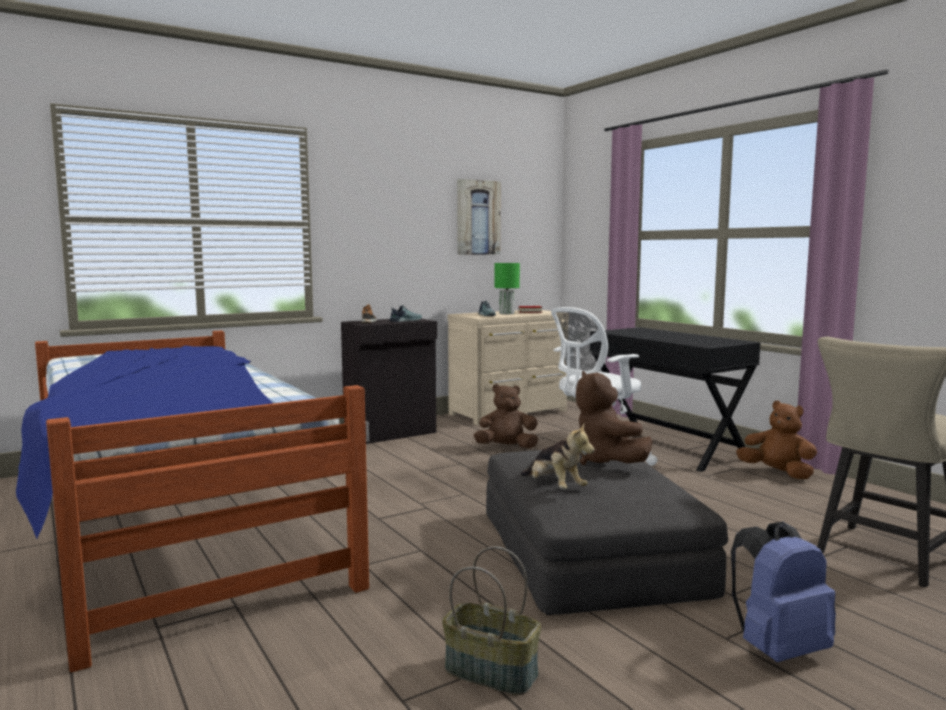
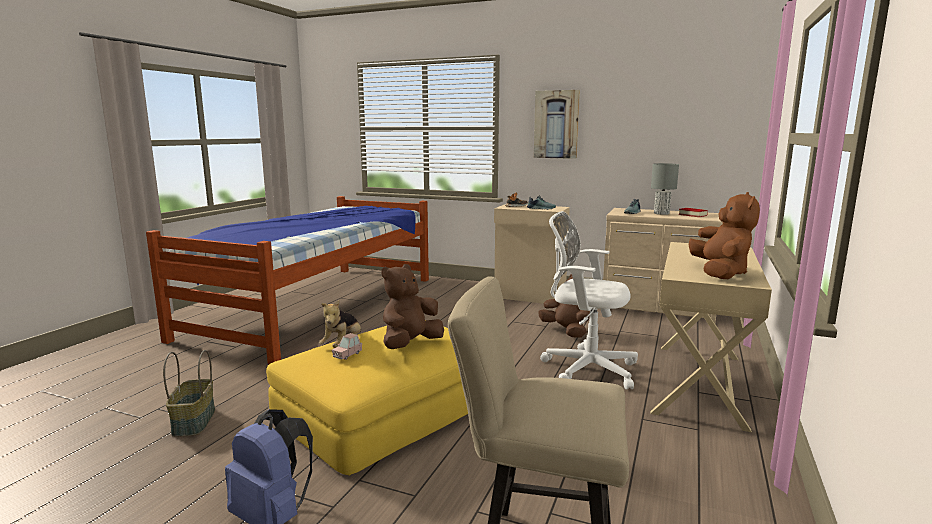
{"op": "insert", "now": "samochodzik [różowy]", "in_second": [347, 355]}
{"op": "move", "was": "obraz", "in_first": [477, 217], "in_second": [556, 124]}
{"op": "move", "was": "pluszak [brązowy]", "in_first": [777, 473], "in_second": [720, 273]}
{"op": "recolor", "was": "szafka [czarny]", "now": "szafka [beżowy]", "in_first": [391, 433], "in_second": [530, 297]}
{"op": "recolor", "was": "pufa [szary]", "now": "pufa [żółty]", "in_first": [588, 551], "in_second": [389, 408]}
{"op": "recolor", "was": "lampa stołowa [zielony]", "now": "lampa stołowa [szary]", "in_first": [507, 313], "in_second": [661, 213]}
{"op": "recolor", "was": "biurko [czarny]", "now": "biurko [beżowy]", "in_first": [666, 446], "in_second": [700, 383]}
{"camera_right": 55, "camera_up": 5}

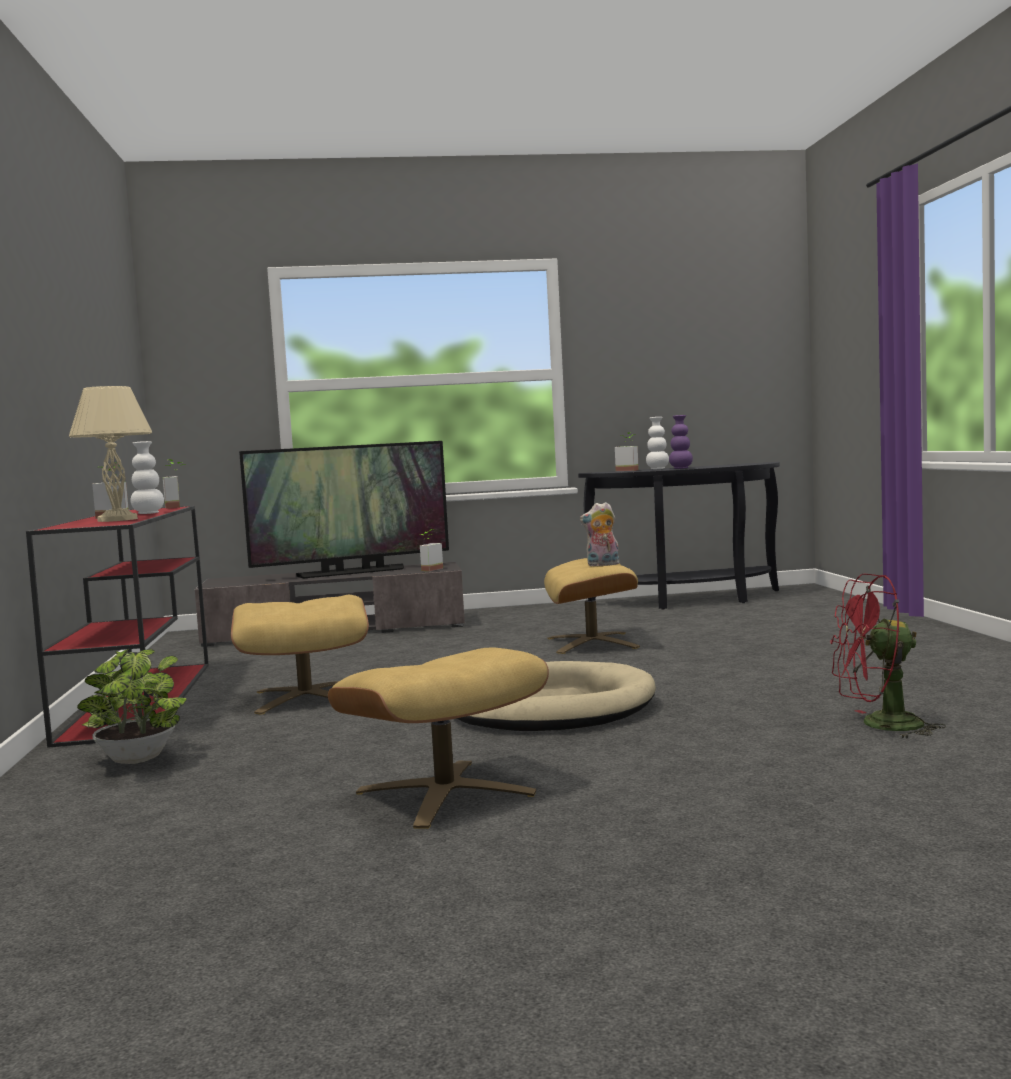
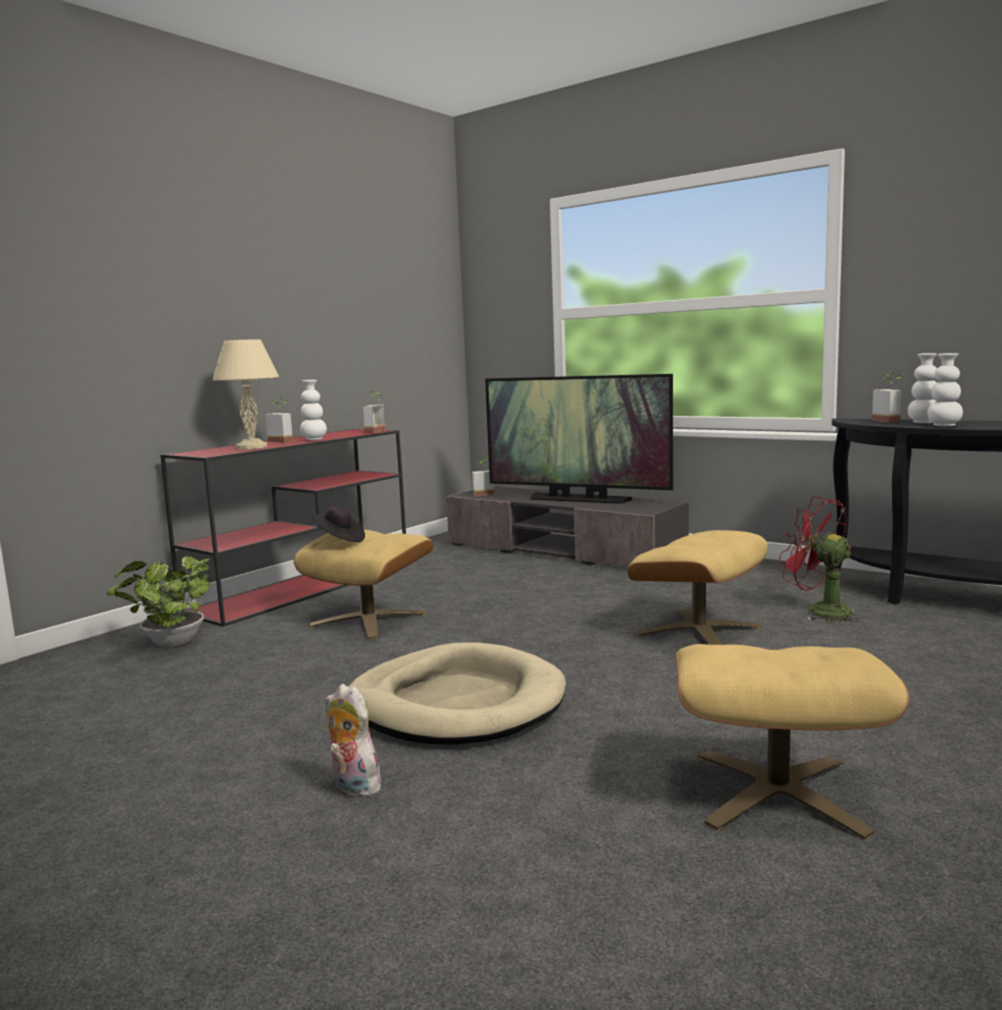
{"op": "insert", "now": "kapelusz [czarny]", "in_second": [338, 540]}
{"op": "move", "was": "pufa [beżowy]", "in_first": [445, 793], "in_second": [777, 793]}
{"op": "move", "was": "roślina doniczkowa", "in_first": [428, 569], "in_second": [482, 493]}
{"op": "move", "was": "pluszak", "in_first": [602, 565], "in_second": [352, 787]}
{"op": "move", "was": "wentylator [czerwony]", "in_first": [880, 725], "in_second": [819, 610]}
{"op": "recolor", "was": "wazon [fioletowy]", "now": "wazon [biały]", "in_first": [681, 468], "in_second": [944, 426]}
{"camera_right": 45, "camera_up": 5}

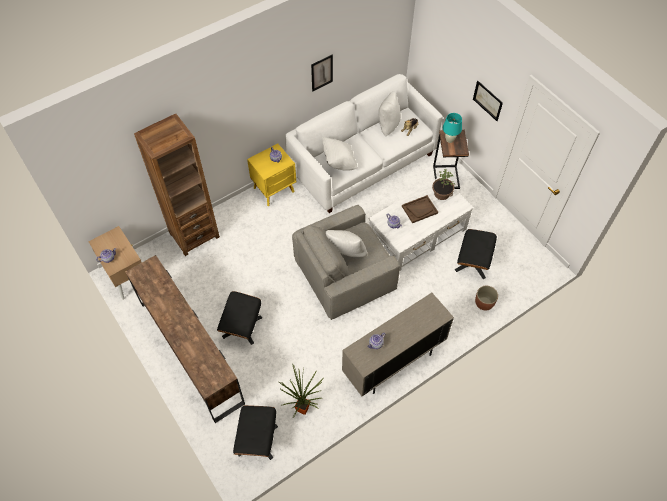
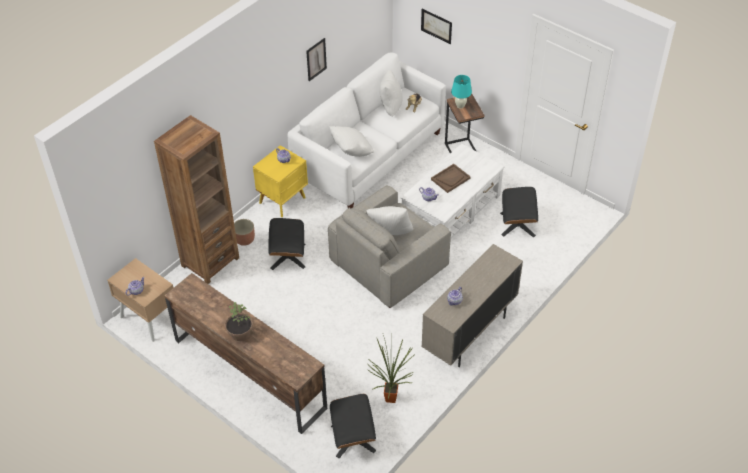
{"op": "move", "was": "pufa [czarny]", "in_first": [242, 327], "in_second": [287, 256]}
{"op": "move", "was": "roślina doniczkowa", "in_first": [441, 194], "in_second": [240, 333]}
{"op": "move", "was": "obraz", "in_first": [487, 100], "in_second": [436, 26]}
{"op": "move", "was": "donica", "in_first": [484, 303], "in_second": [244, 239]}
{"camera_right": -15, "camera_up": -10}

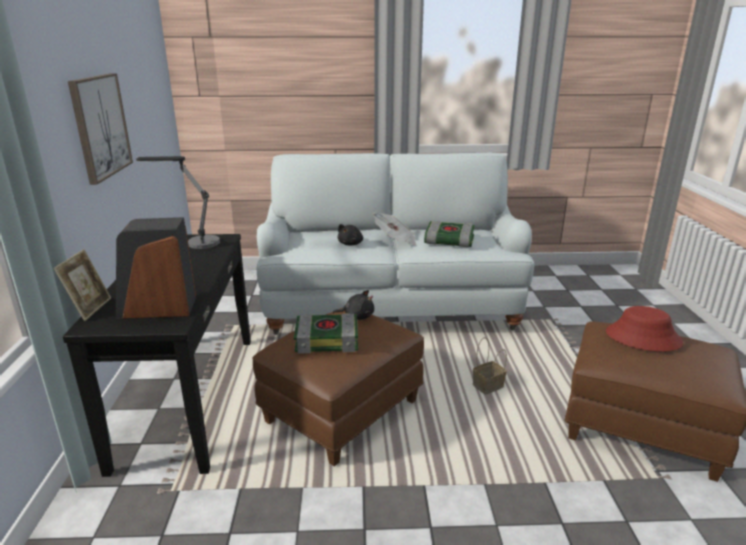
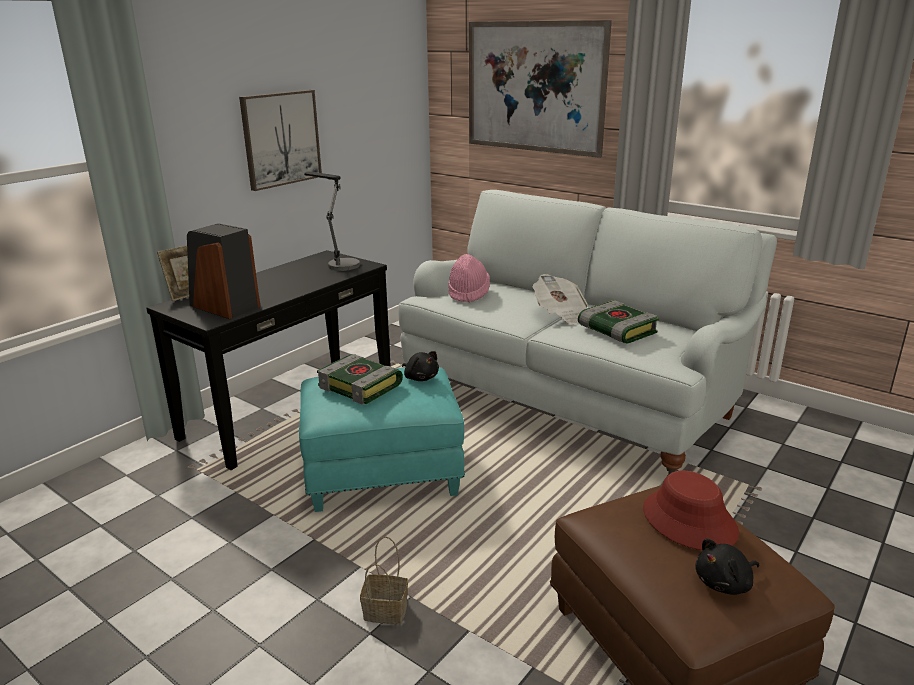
{"op": "insert", "now": "kapelusz [różowy]", "in_second": [468, 293]}
{"op": "insert", "now": "obraz", "in_second": [534, 87]}
{"op": "move", "was": "pluszak [czarny]", "in_first": [351, 244], "in_second": [725, 583]}
{"op": "move", "was": "koszyk", "in_first": [487, 387], "in_second": [384, 611]}
{"op": "recolor", "was": "pufa [brązowy]", "now": "pufa [turkusowy]", "in_first": [342, 410], "in_second": [384, 472]}
{"camera_right": 40, "camera_up": 0}

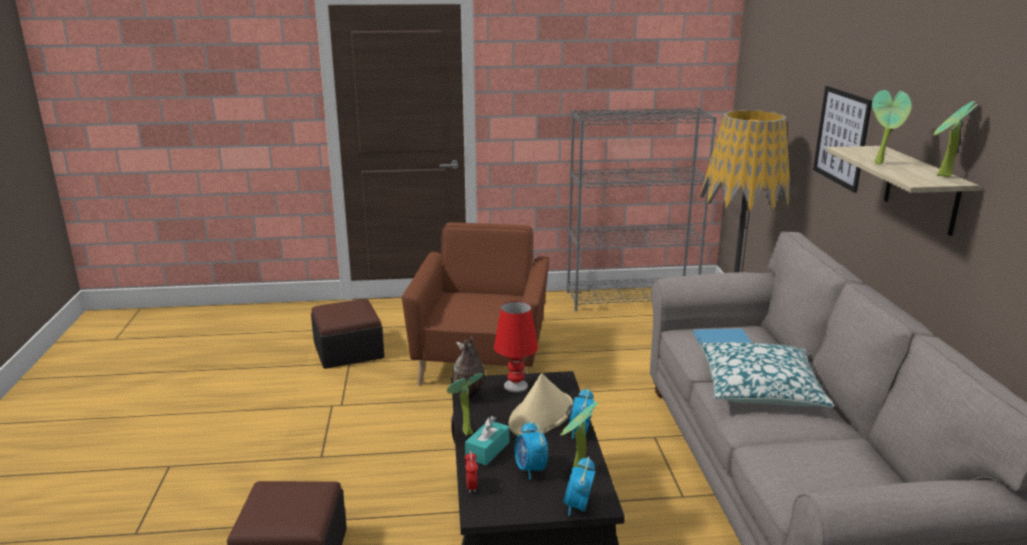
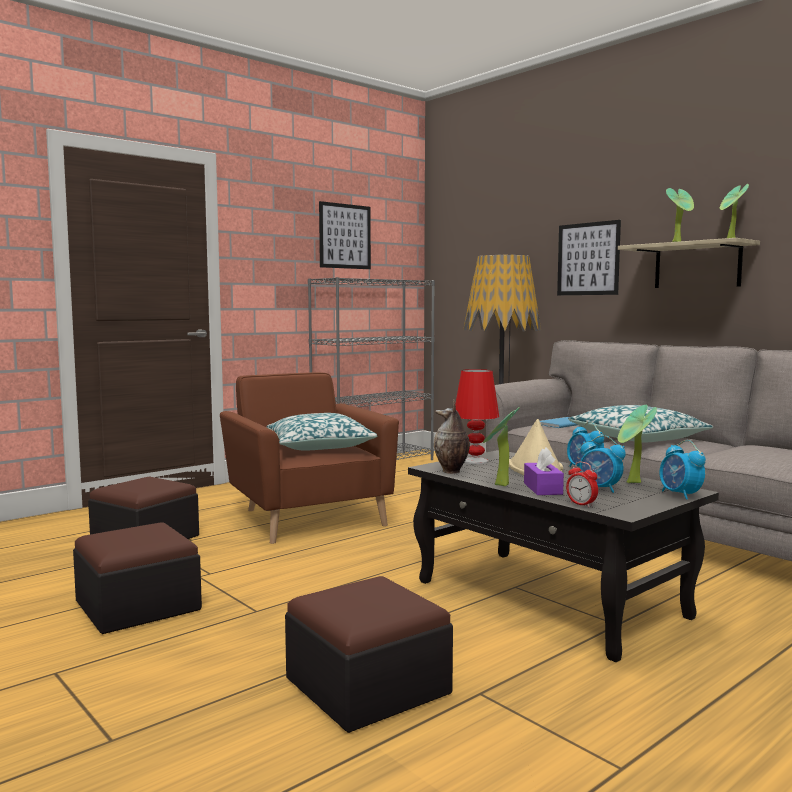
{"op": "insert", "now": "pufa", "in_second": [138, 605]}
{"op": "insert", "now": "poduszka", "in_second": [319, 446]}
{"op": "insert", "now": "obraz", "in_second": [345, 236]}
{"op": "recolor", "was": "pudełko chusteczek [turkusowy]", "now": "pudełko chusteczek [fioletowy]", "in_first": [487, 450], "in_second": [542, 488]}
{"camera_right": -35, "camera_up": -15}

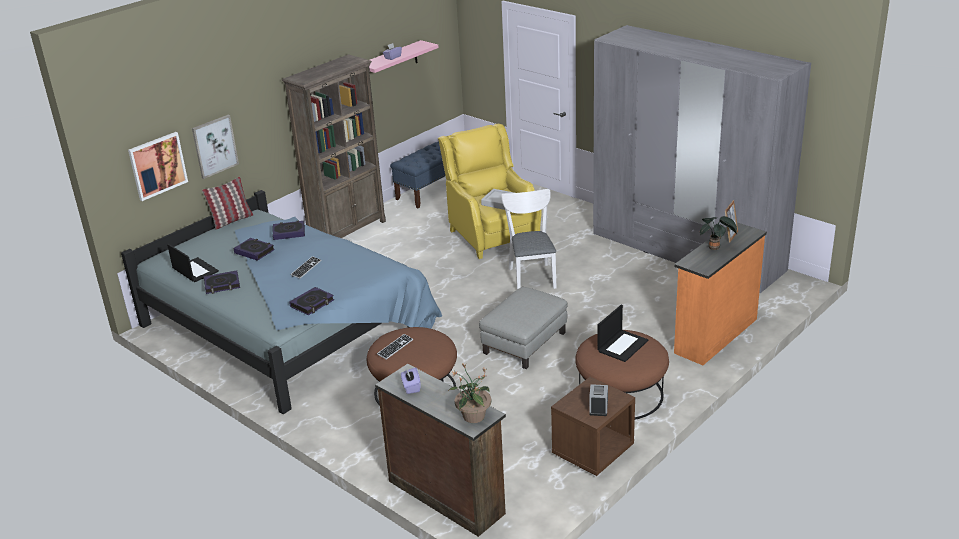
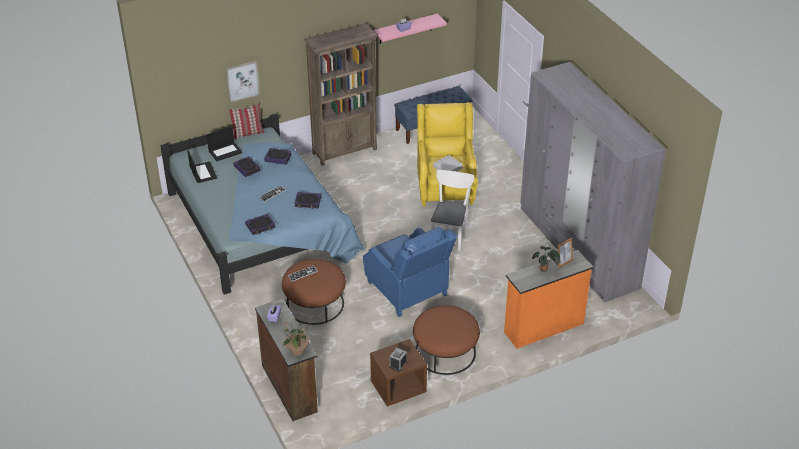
{"op": "delete", "was": "obraz", "in_first": [157, 165]}
{"op": "move", "was": "książka", "in_first": [222, 285], "in_second": [307, 202]}
{"op": "move", "was": "laptop", "in_first": [622, 345], "in_second": [225, 151]}
{"op": "replace", "was": "pufa [szary]", "now": "fotel [niebieski]", "in_first": [525, 343], "in_second": [408, 290]}
{"camera_right": 20, "camera_up": 10}

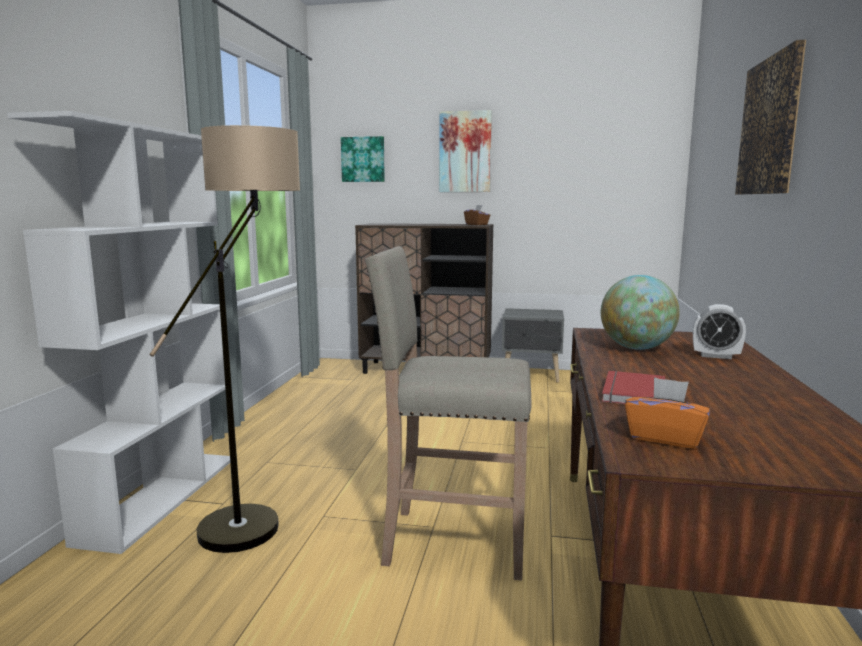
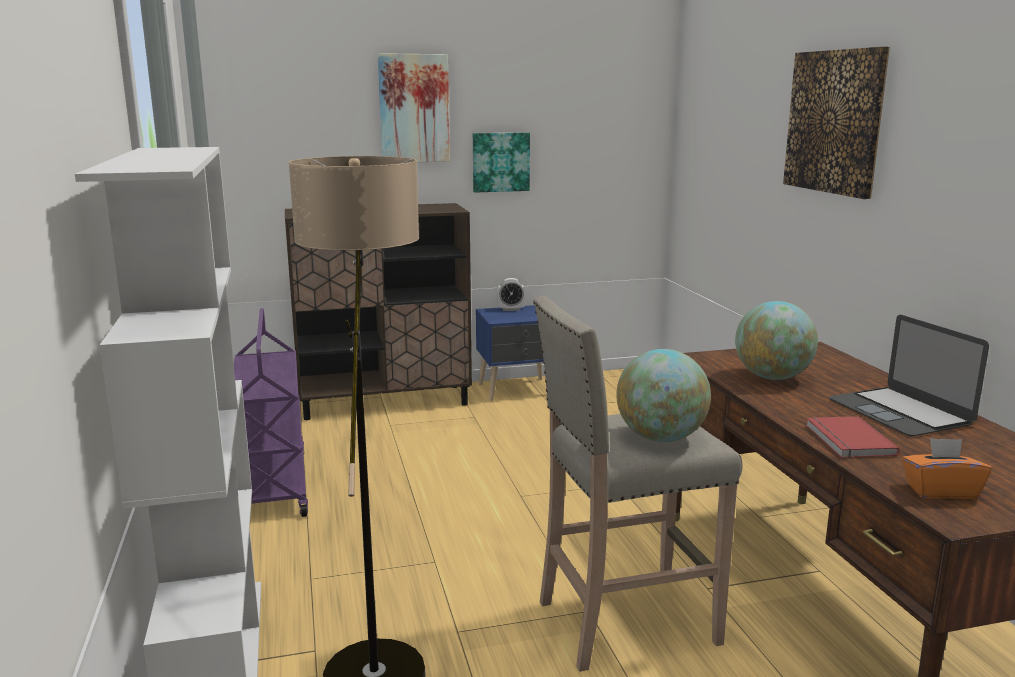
{"op": "delete", "was": "pudełko chusteczek [brązowy]", "in_first": [477, 224]}
{"op": "insert", "now": "wózek [fioletowy]", "in_second": [272, 485]}
{"op": "insert", "now": "globus", "in_second": [660, 438]}
{"op": "insert", "now": "laptop", "in_second": [899, 412]}
{"op": "move", "was": "obraz", "in_first": [363, 159], "in_second": [500, 162]}
{"op": "move", "was": "budzik", "in_first": [716, 356], "in_second": [511, 309]}
{"op": "recolor", "was": "szafka nocna [szary]", "now": "szafka nocna [niebieski]", "in_first": [532, 376], "in_second": [518, 390]}
{"camera_right": -25, "camera_up": 5}

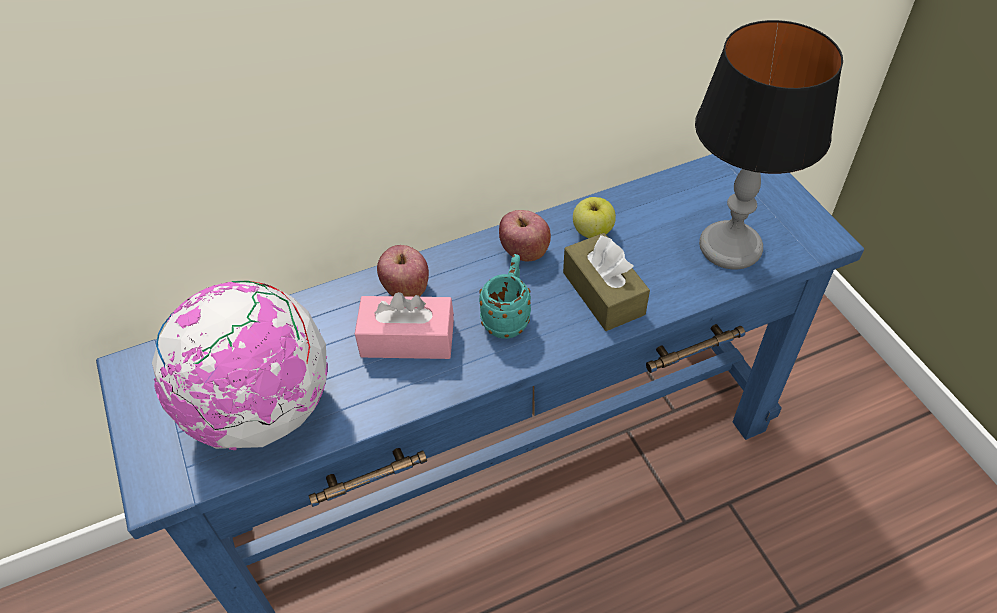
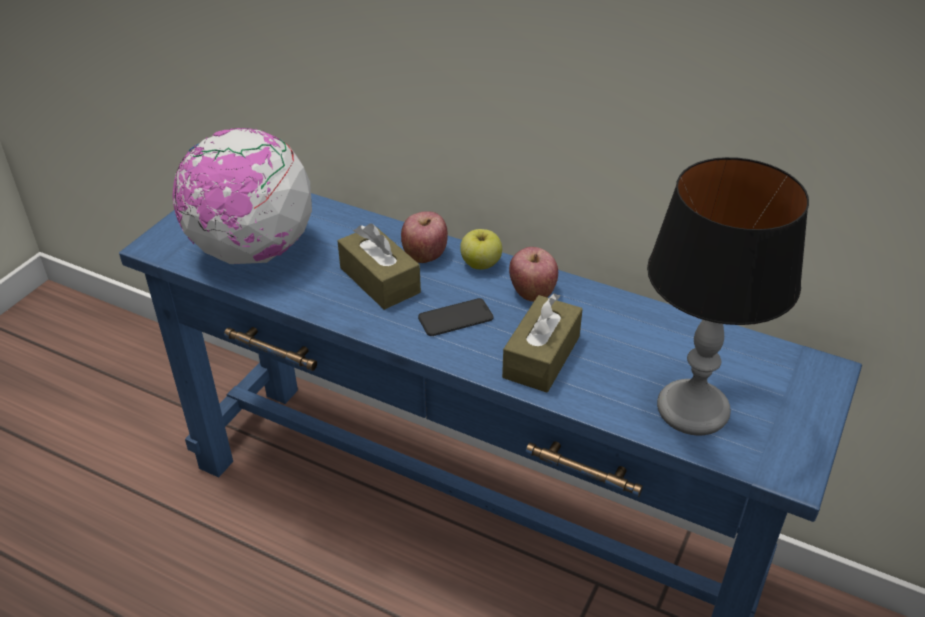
{"op": "move", "was": "jabłko", "in_first": [592, 231], "in_second": [481, 264]}
{"op": "replace", "was": "kubek [turkusowy]", "now": "telefon", "in_first": [508, 317], "in_second": [455, 318]}
{"op": "recolor", "was": "pudełko chusteczek [różowy]", "now": "pudełko chusteczek [brązowy]", "in_first": [407, 339], "in_second": [380, 280]}
{"camera_right": 50, "camera_up": -10}

